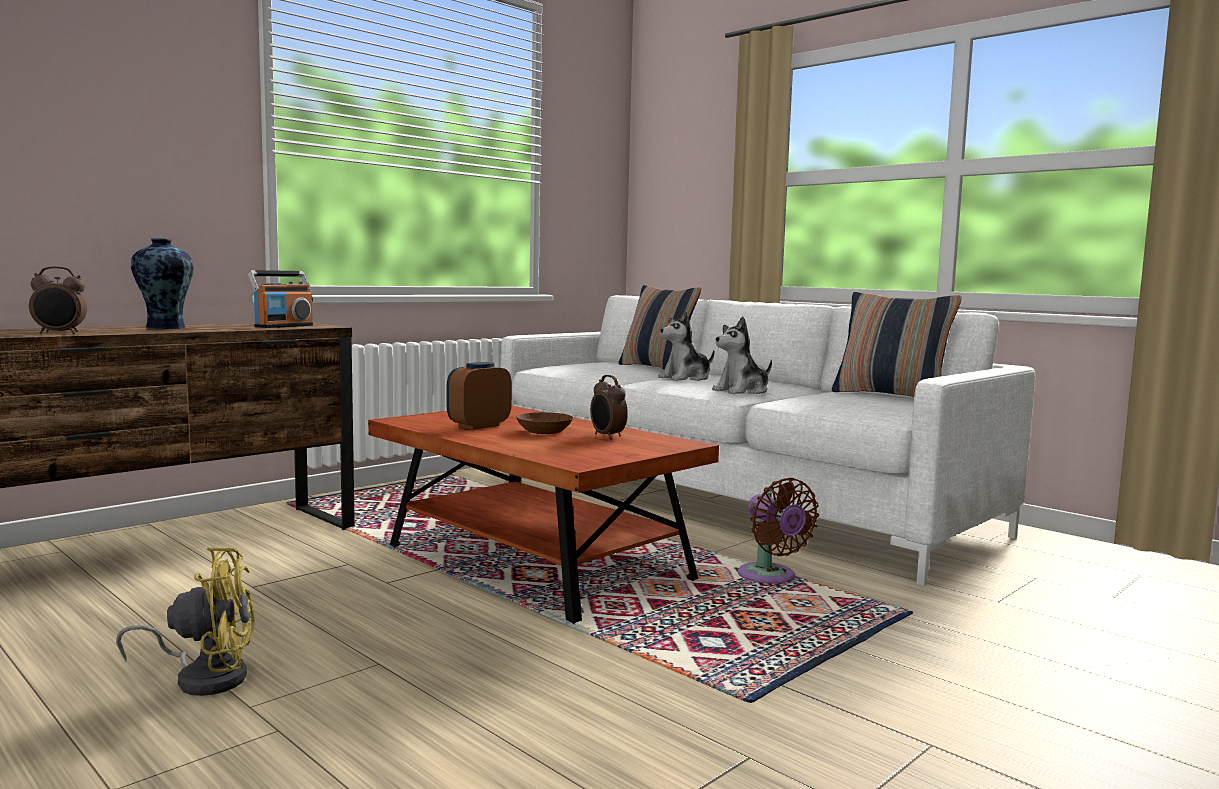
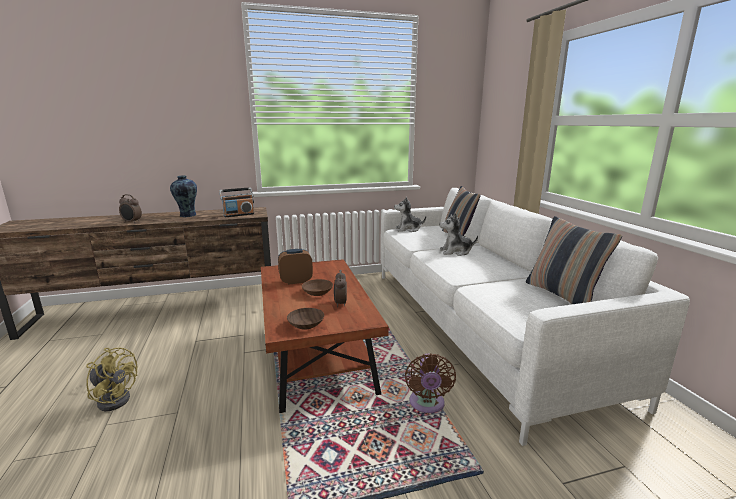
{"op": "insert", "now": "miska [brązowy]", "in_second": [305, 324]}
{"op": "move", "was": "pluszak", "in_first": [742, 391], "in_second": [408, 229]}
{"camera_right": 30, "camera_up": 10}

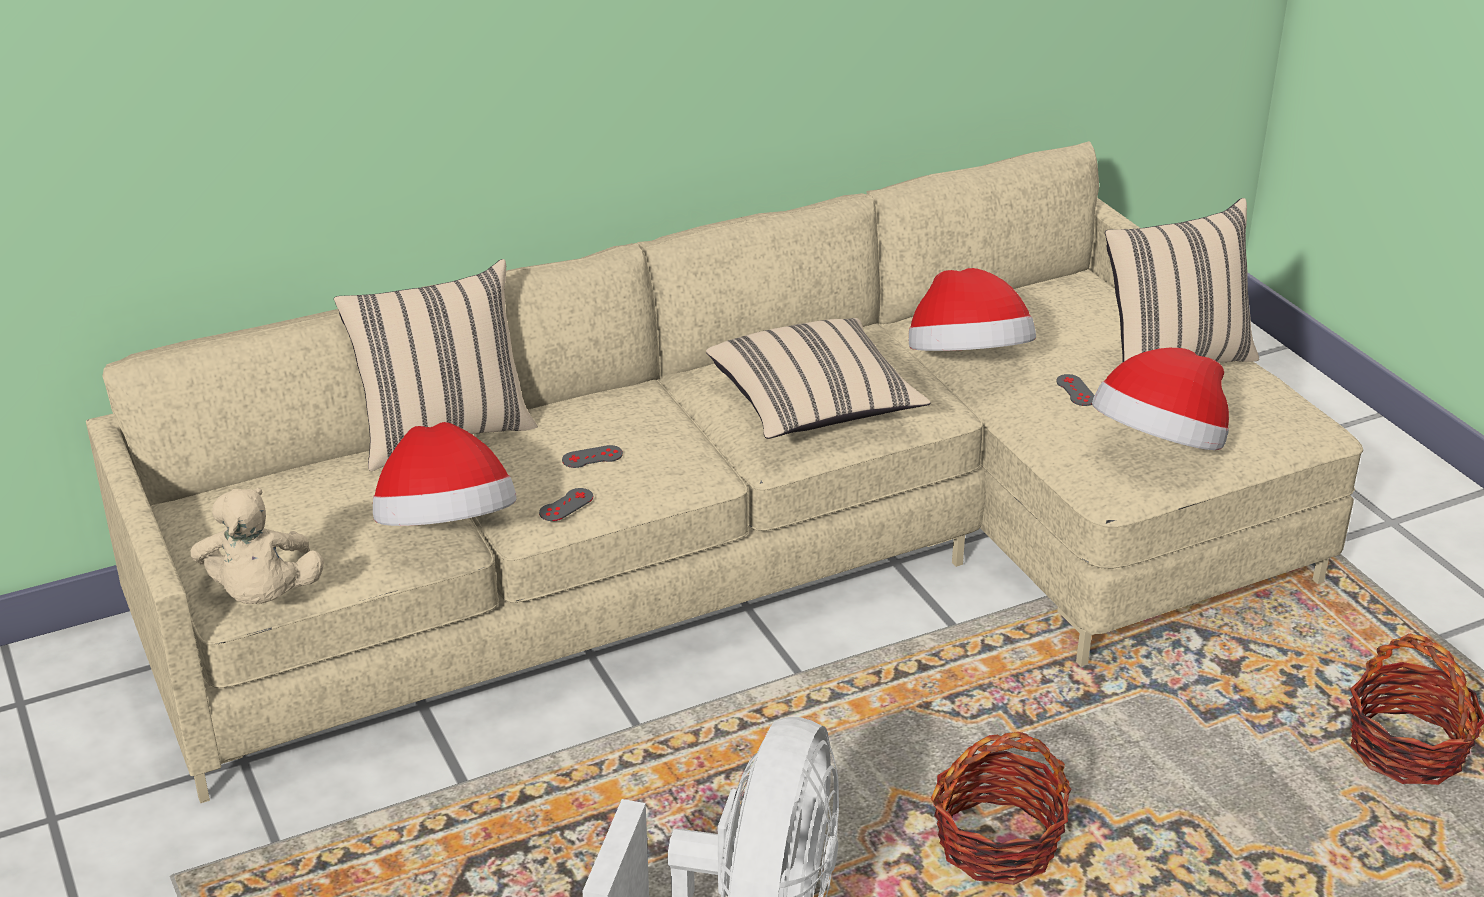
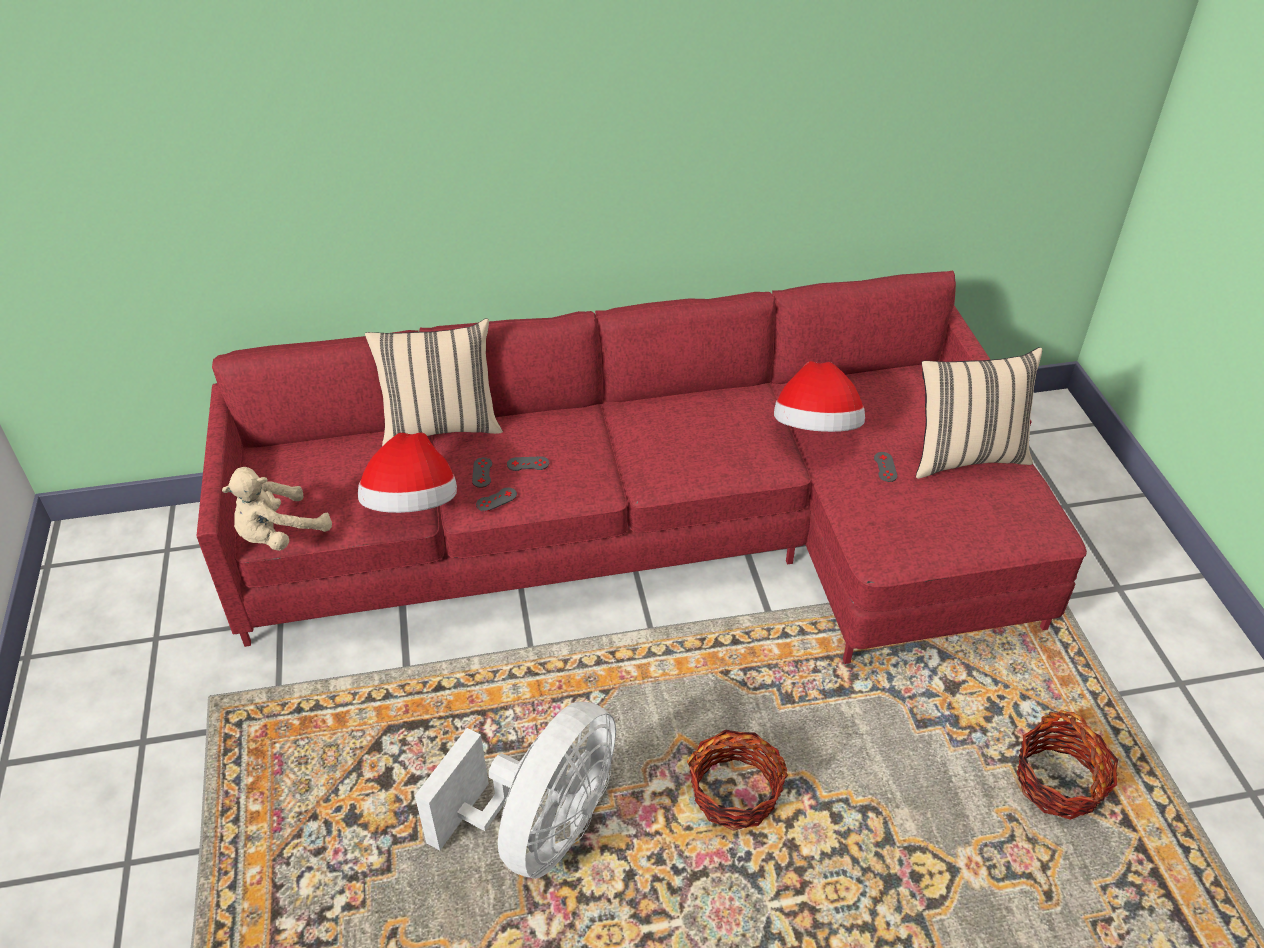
{"op": "delete", "was": "poduszka [beżowy]", "in_first": [814, 407]}
{"op": "delete", "was": "kapelusz", "in_first": [1159, 448]}
{"op": "insert", "now": "pad do gier [szary]", "in_second": [482, 472]}
{"op": "recolor", "was": "kanapa [beżowy]", "now": "kanapa [czerwony]", "in_first": [764, 560], "in_second": [659, 533]}
{"op": "rotate", "was": "pluszak [beżowy]", "in_first": [262, 596], "in_second": [279, 535], "clockwise": 45}
{"camera_right": 15, "camera_up": 10}

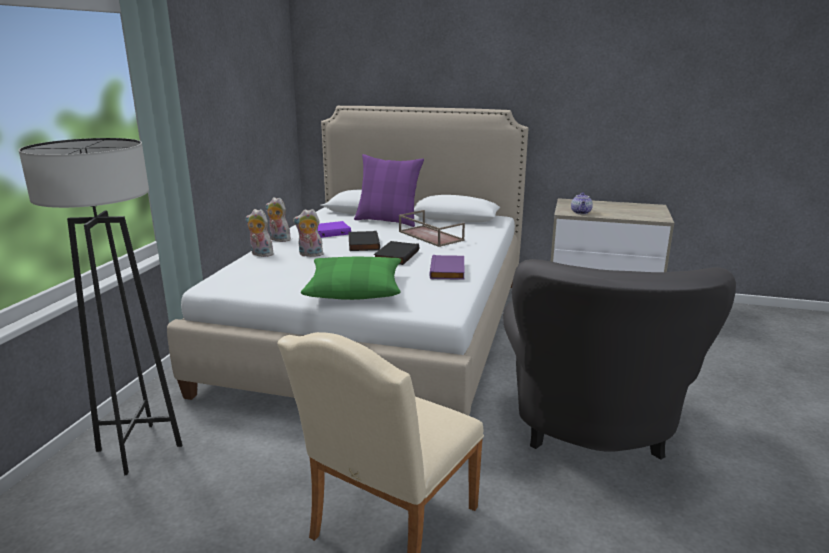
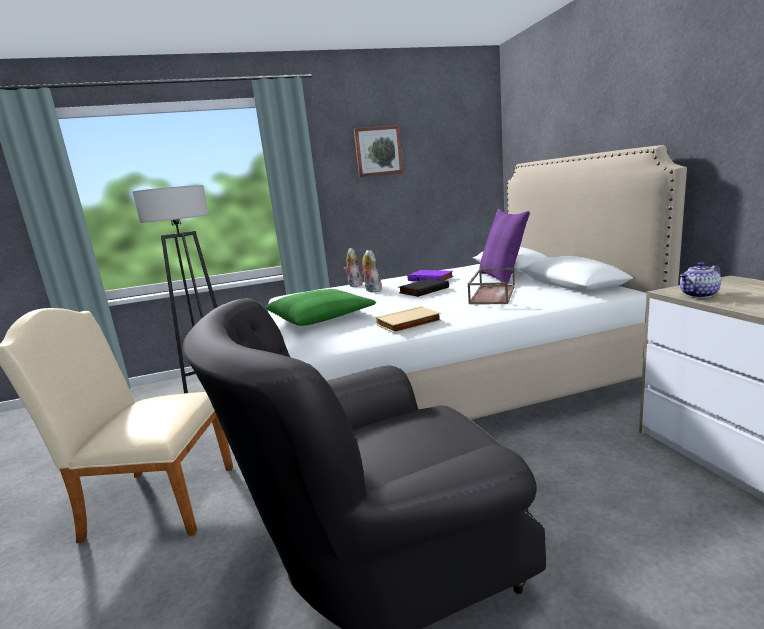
{"op": "delete", "was": "pluszak", "in_first": [278, 239]}
{"op": "delete", "was": "książka [czarny]", "in_first": [395, 255]}
{"op": "insert", "now": "obraz", "in_second": [378, 151]}
{"op": "recolor", "was": "książka [fioletowy]", "now": "książka [beżowy]", "in_first": [448, 270], "in_second": [409, 323]}
{"camera_right": 60, "camera_up": -5}

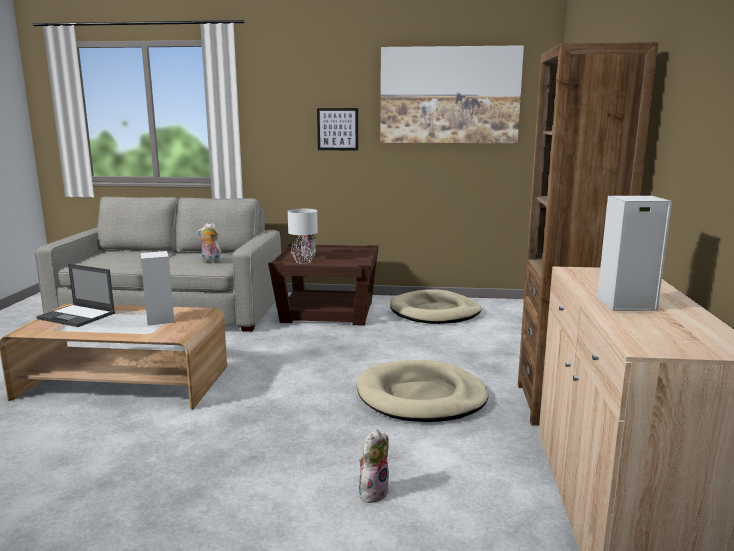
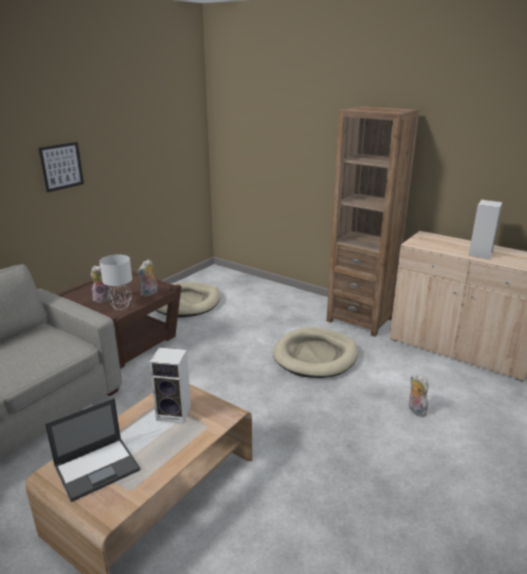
{"op": "delete", "was": "obraz", "in_first": [449, 95]}
{"op": "move", "was": "pluszak", "in_first": [210, 261], "in_second": [149, 293]}
{"camera_right": -60, "camera_up": 10}

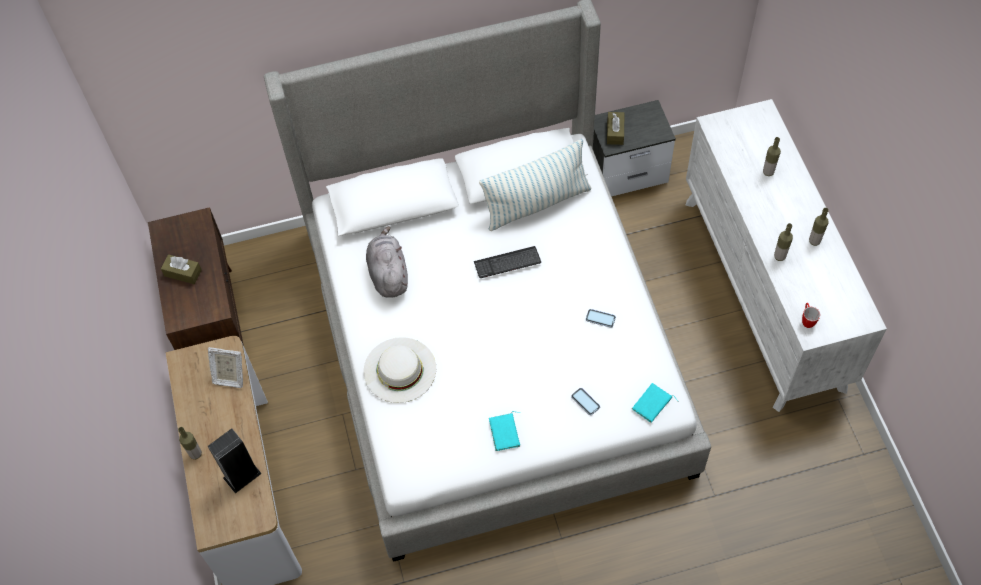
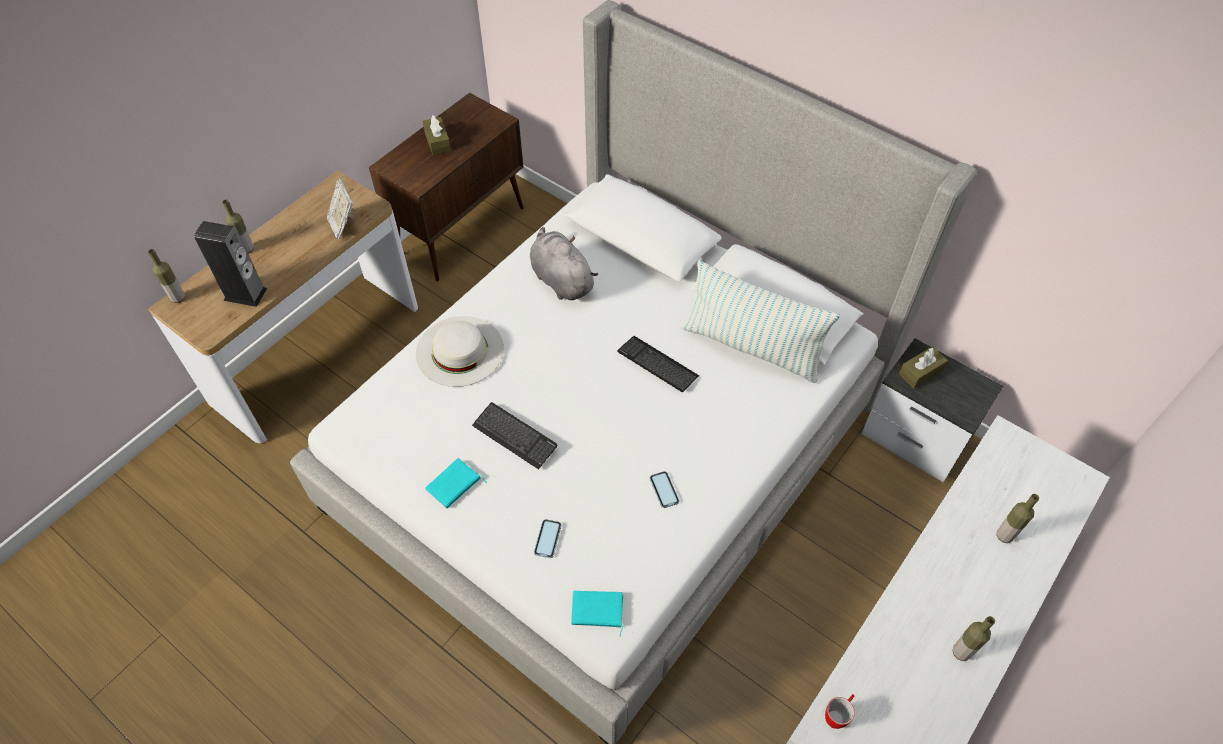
{"op": "insert", "now": "klawiatura", "in_second": [515, 436]}
{"op": "move", "was": "butelka", "in_first": [779, 256], "in_second": [178, 298]}
{"op": "rotate", "was": "pluszak [szary]", "in_first": [388, 274], "in_second": [560, 279], "clockwise": -75}
{"camera_right": 50, "camera_up": -5}

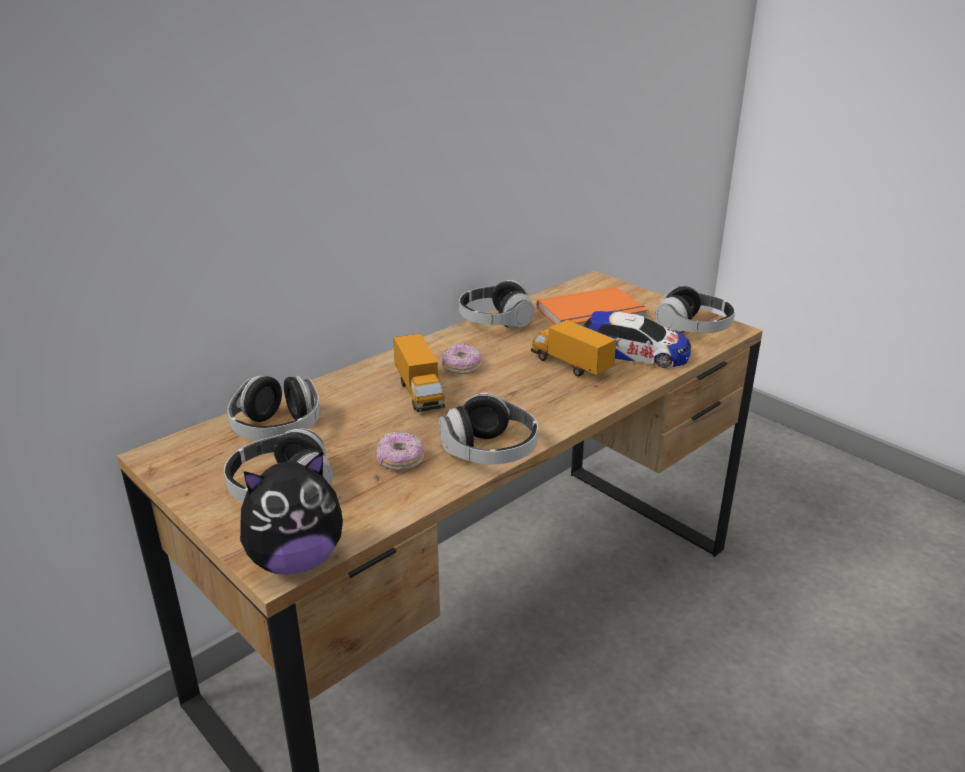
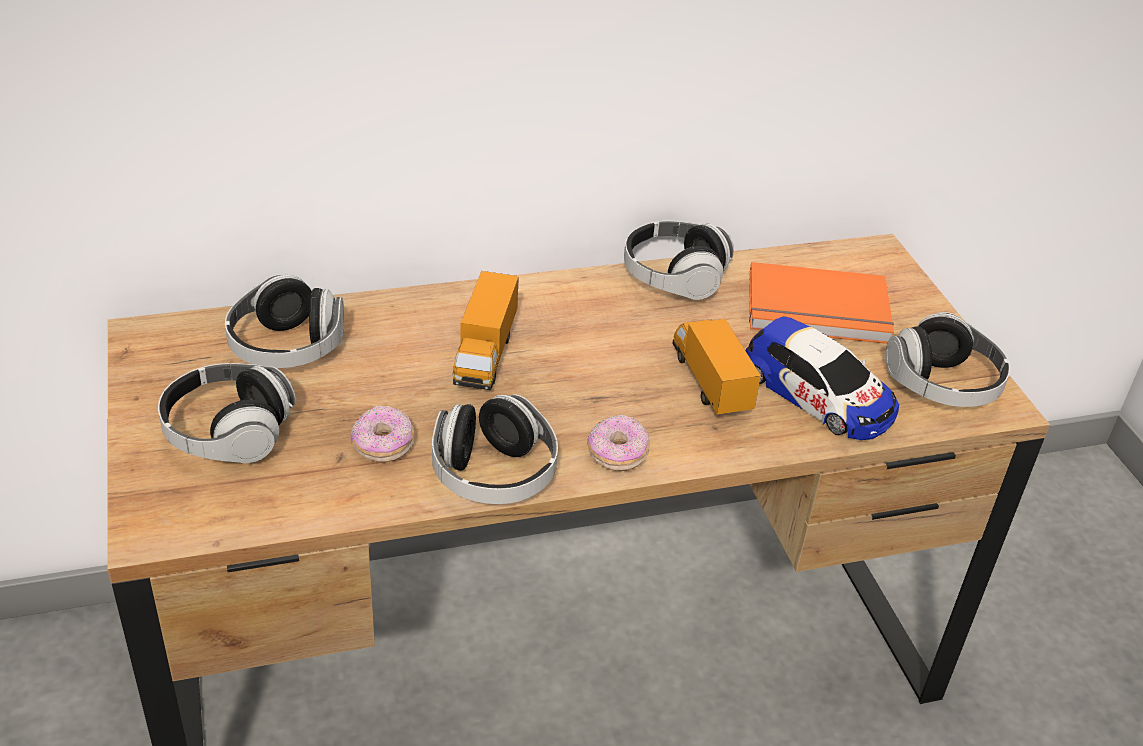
{"op": "delete", "was": "pluszak", "in_first": [296, 560]}
{"op": "move", "was": "donut", "in_first": [462, 367], "in_second": [617, 454]}
{"camera_right": 25, "camera_up": 10}

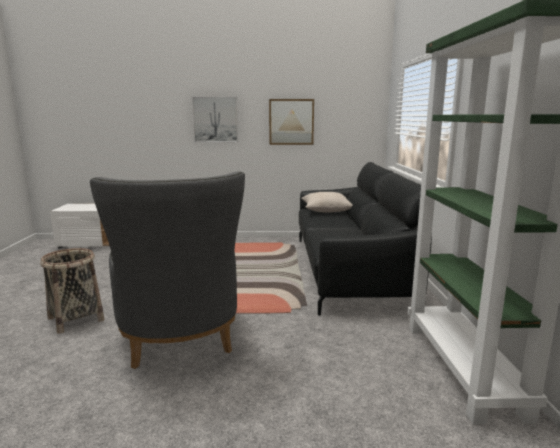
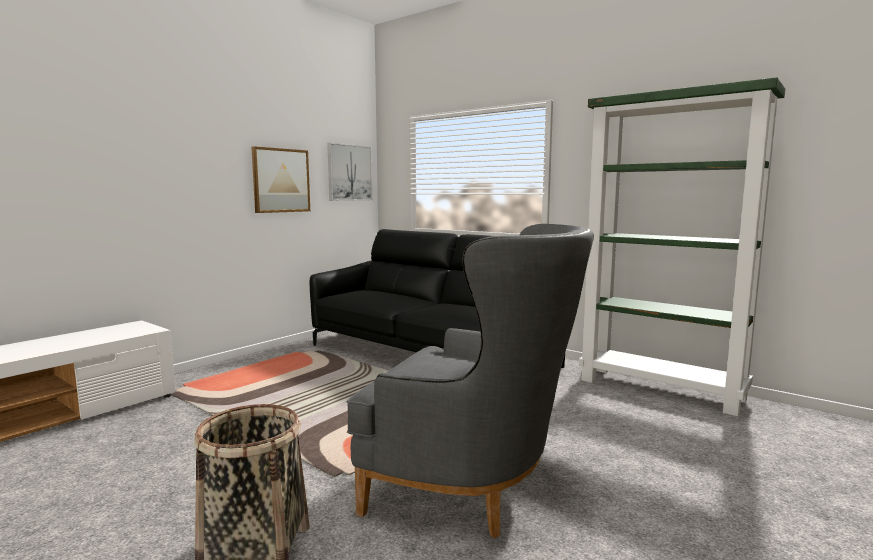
{"op": "delete", "was": "poduszka [beżowy]", "in_first": [326, 210]}
{"op": "move", "was": "obraz", "in_first": [215, 119], "in_second": [349, 172]}
{"camera_right": -50, "camera_up": -5}

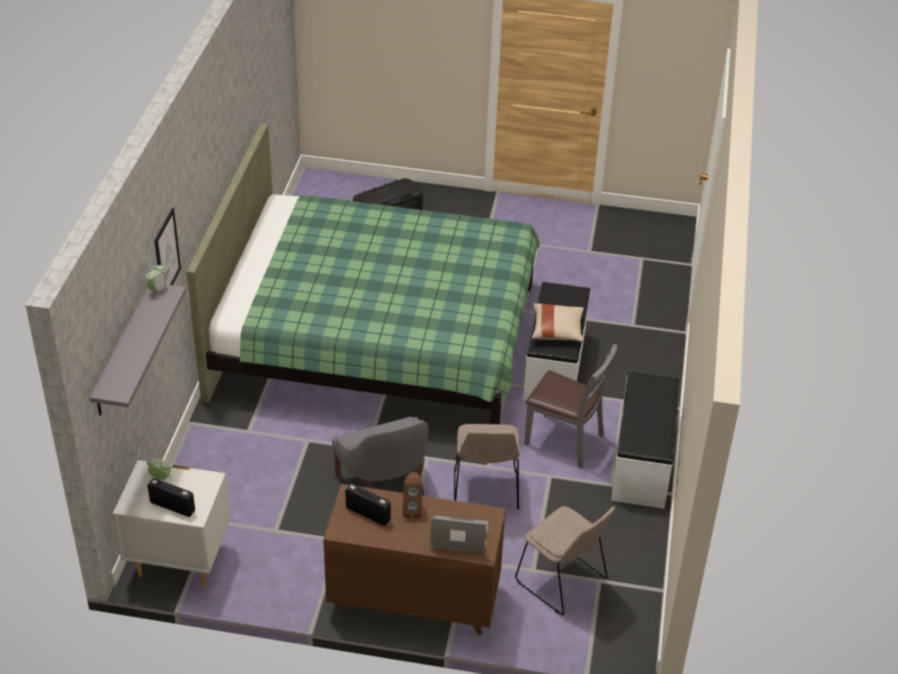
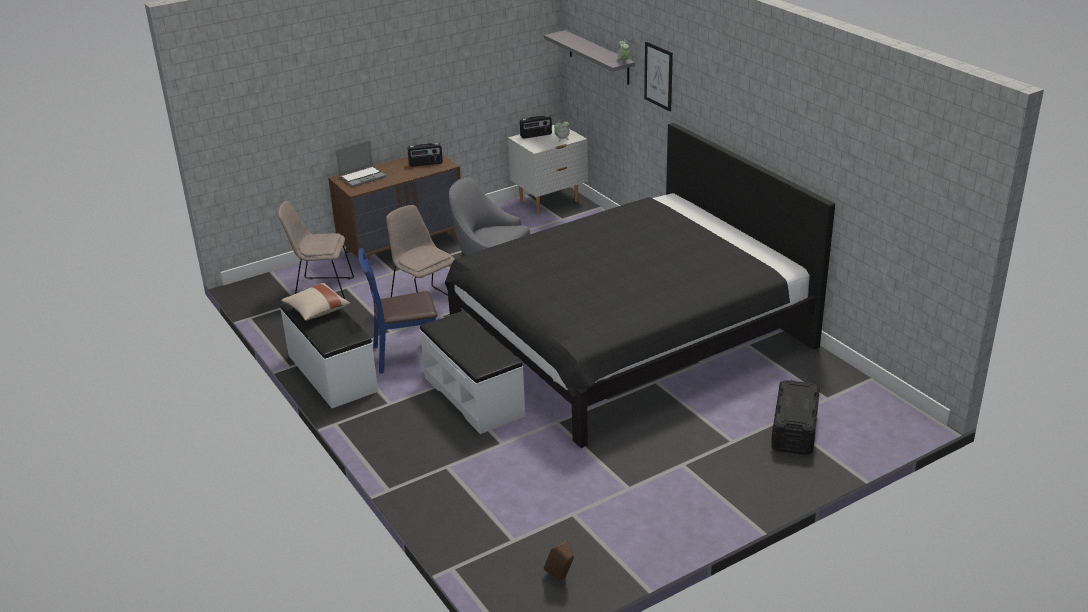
{"op": "move", "was": "głośnik [brązowy]", "in_first": [412, 509], "in_second": [561, 578]}
{"op": "move", "was": "poduszka [beżowy]", "in_first": [557, 331], "in_second": [317, 311]}
{"op": "recolor", "was": "łóżko [zielony]", "now": "łóżko [czarny]", "in_first": [376, 340], "in_second": [628, 338]}
{"op": "recolor", "was": "krzesło [szary]", "now": "krzesło [niebieski]", "in_first": [565, 441], "in_second": [405, 355]}
{"camera_right": 140, "camera_up": -10}

